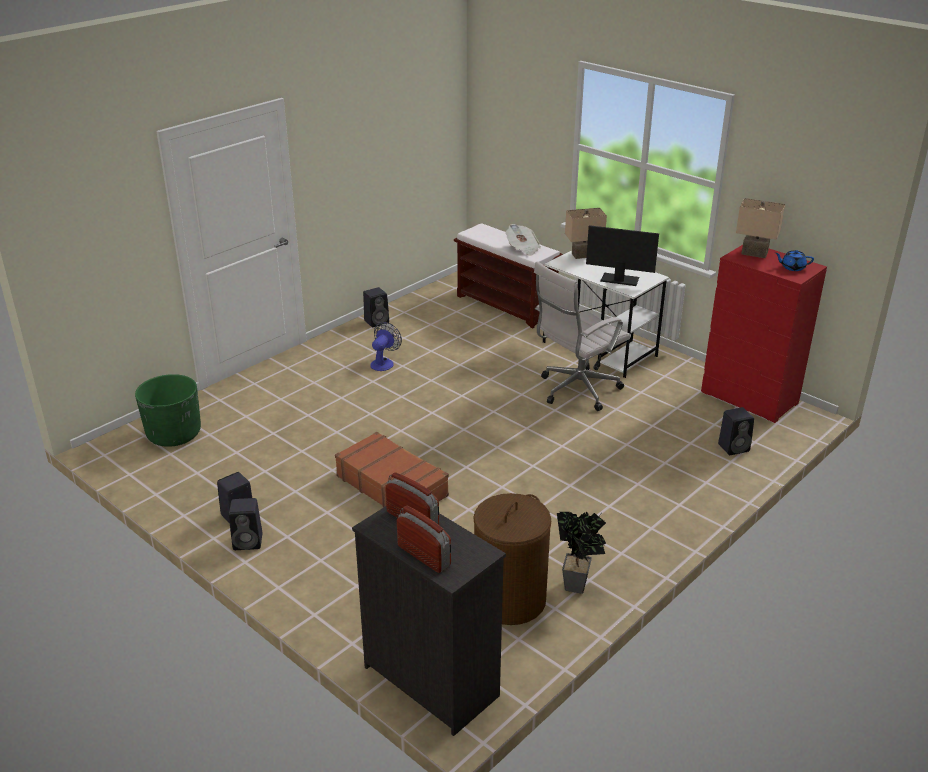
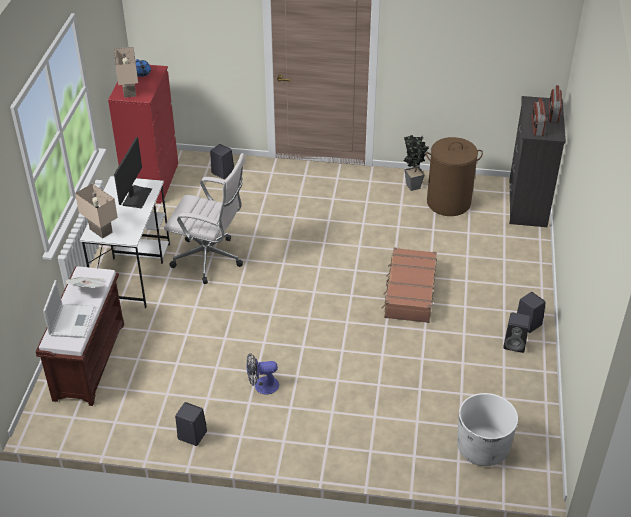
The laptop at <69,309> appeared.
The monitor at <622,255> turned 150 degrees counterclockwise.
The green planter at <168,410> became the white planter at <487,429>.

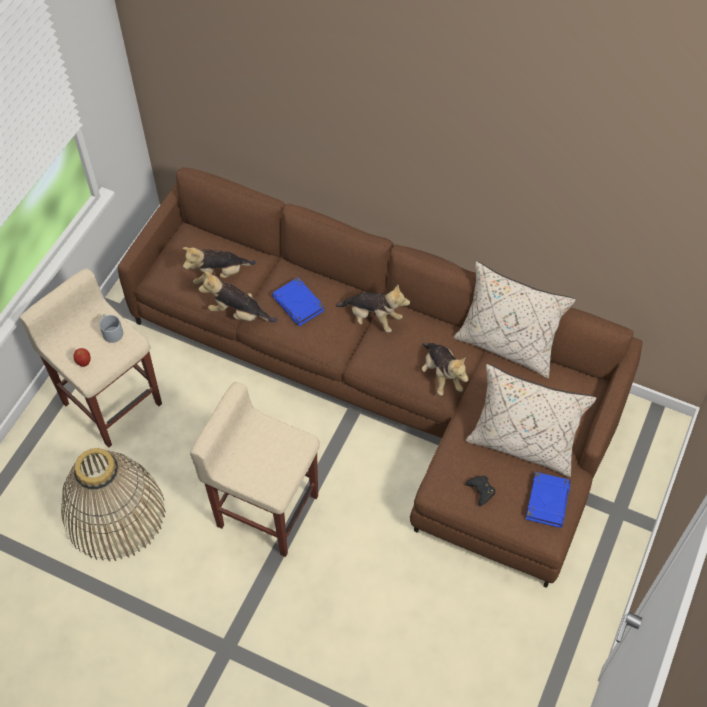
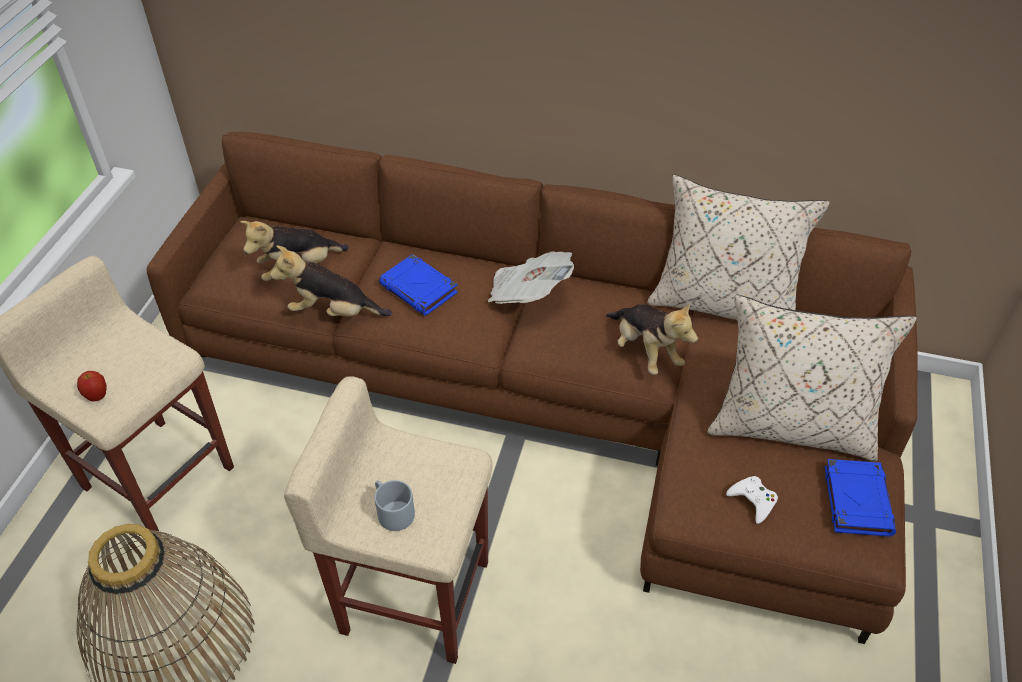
The grey mug moved from <111,328> to <394,505>.
The plush toy at <372,309> was replaced by the newspaper at <531,277>.
The black game controller at <480,491> became the white game controller at <752,500>.

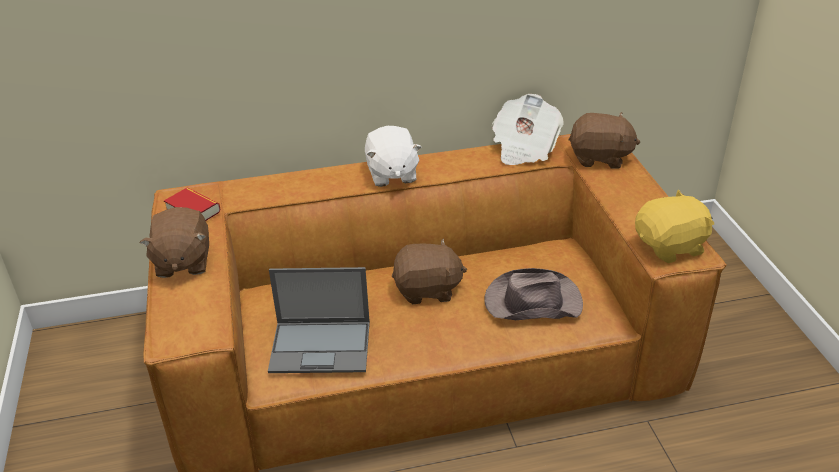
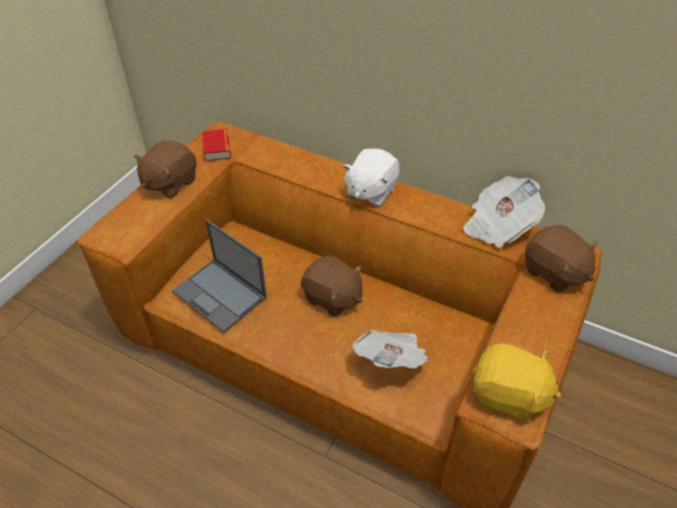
The brown hat at <533,294> was replaced by the newspaper at <390,349>.

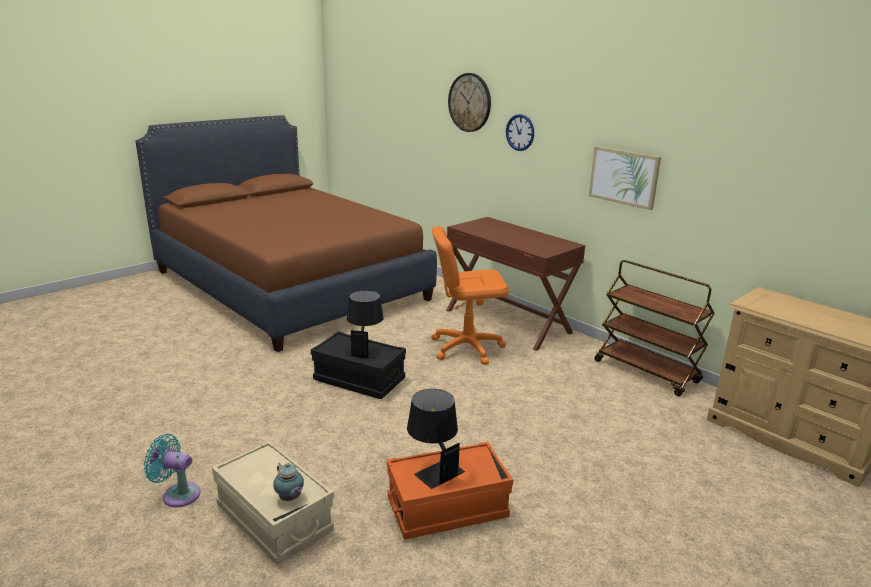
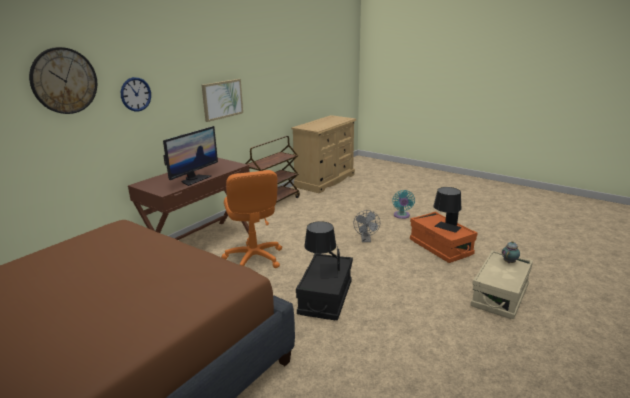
The monitor at <190,156> appeared.
The grey fan at <367,226> appeared.
The turquoise fan moved from <172,470> to <403,204>.

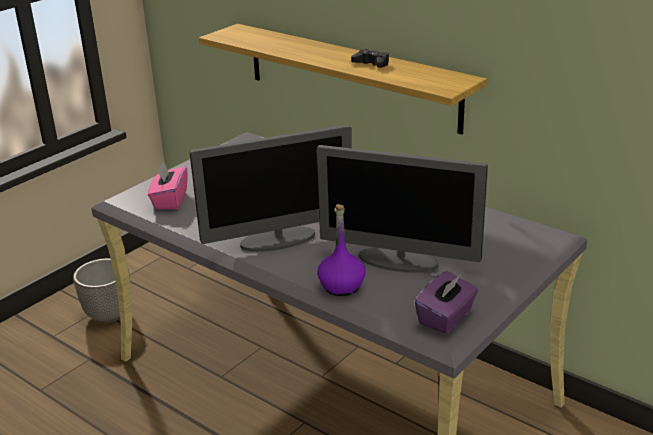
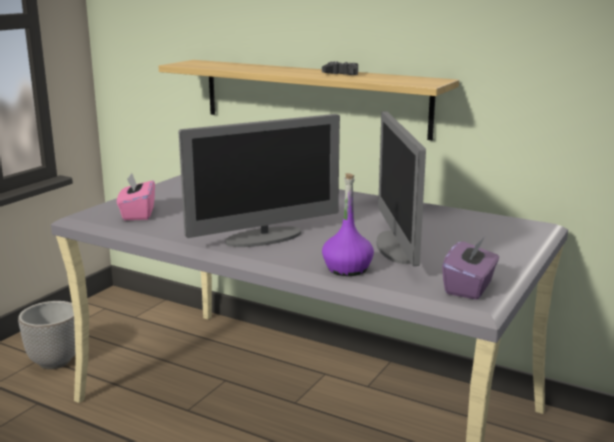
The monitor at <402,209> turned 75 degrees clockwise.

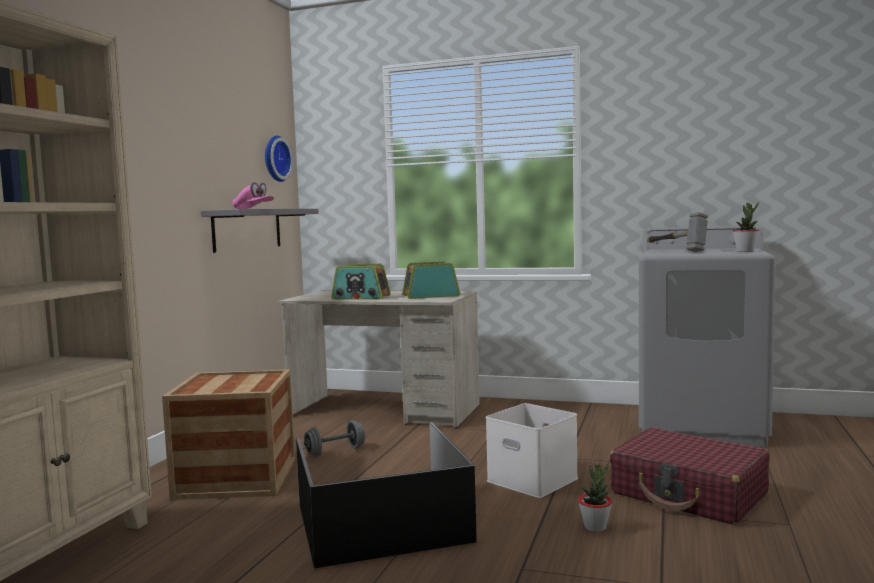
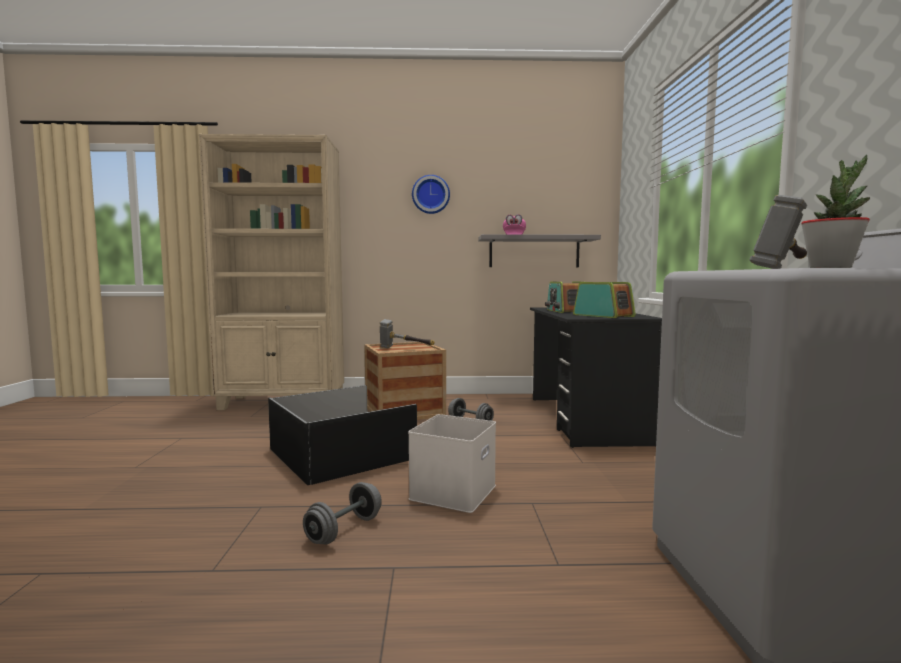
The potted plant at <595,497> was replaced by the grey dumbbell at <342,513>.
The hammer at <407,334> appeared.
The wall clock moved from <279,159> to <431,194>.
The beige desk at <379,359> became the black desk at <596,378>.
The red suitcase at <690,476> disappeared.

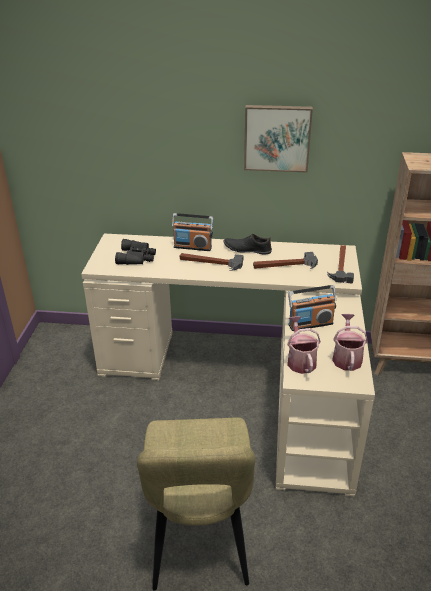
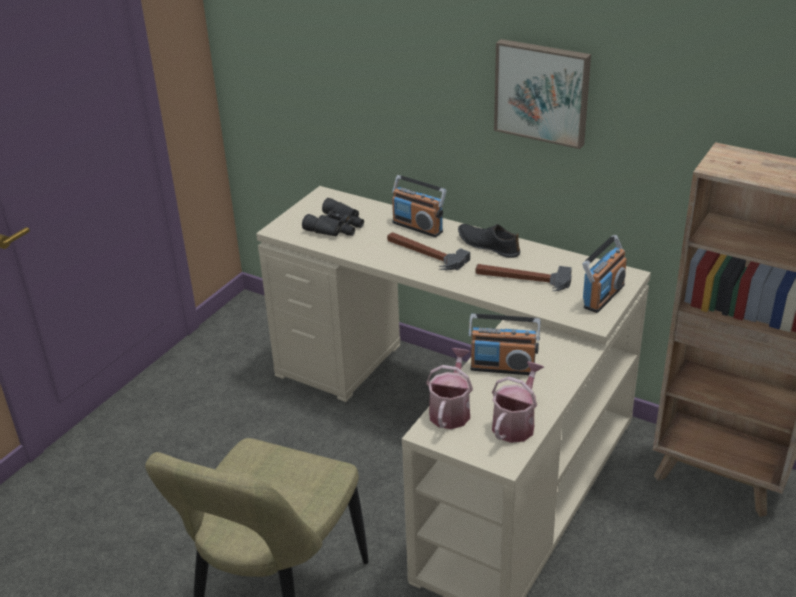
The hammer at <340,264> was replaced by the radio at <604,274>.

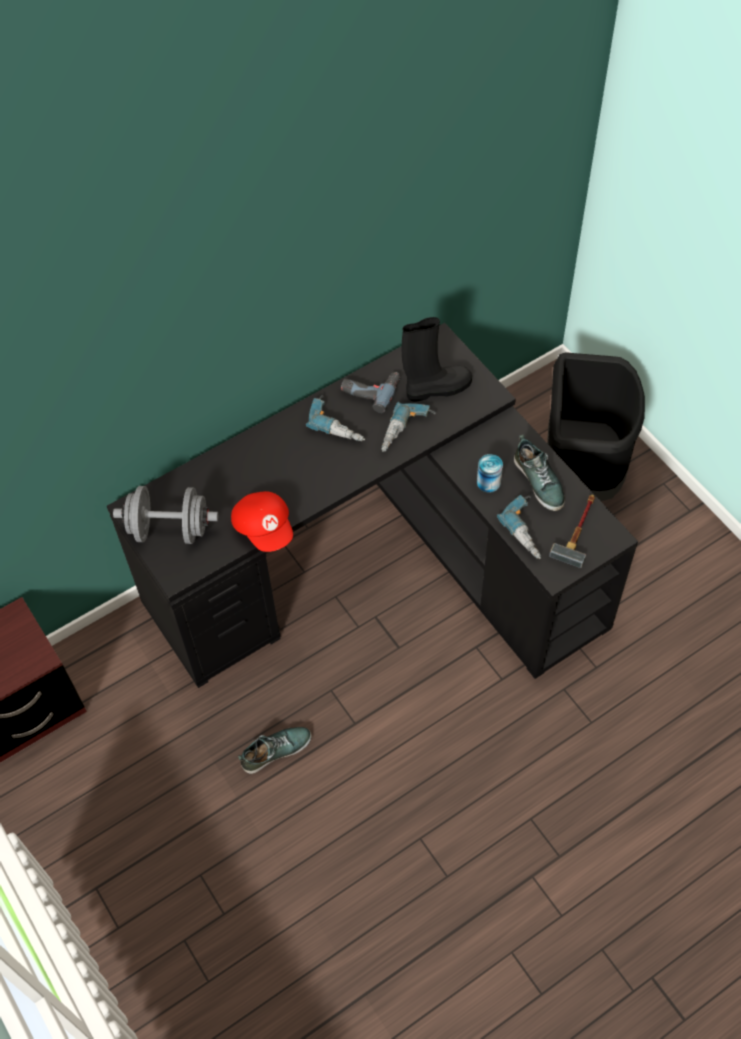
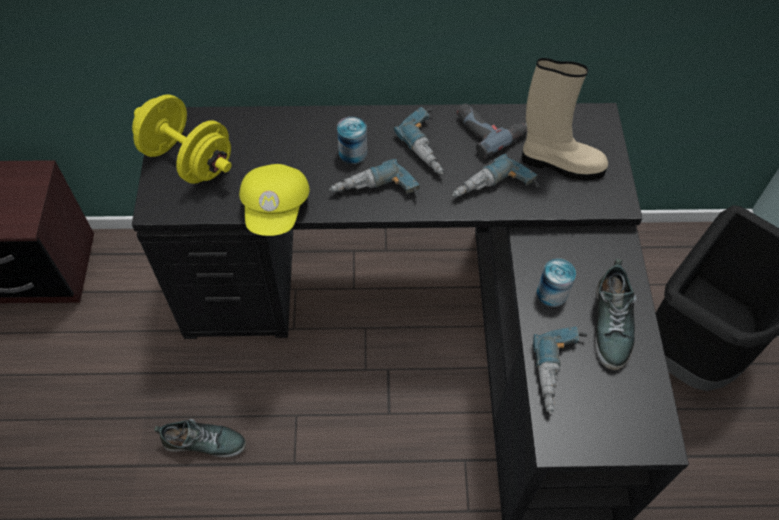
The grey dumbbell at <165,515> became the yellow dumbbell at <182,139>.
The red cap at <262,521> became the yellow cap at <274,200>.
The power drill at <374,178> appeared.
The can at <352,140> appeared.
The black boot at <436,359> became the beige boot at <565,119>.
The hammer at <572,531> disappeared.

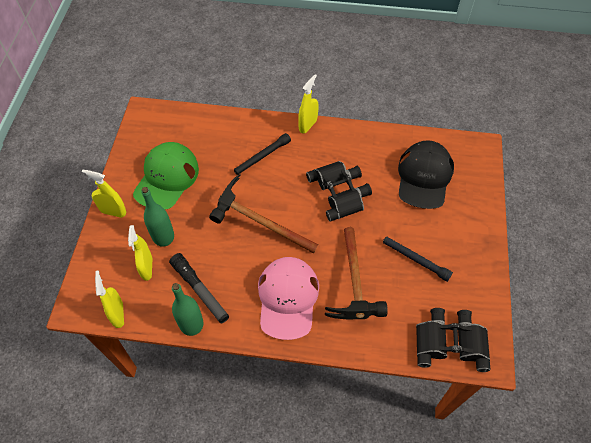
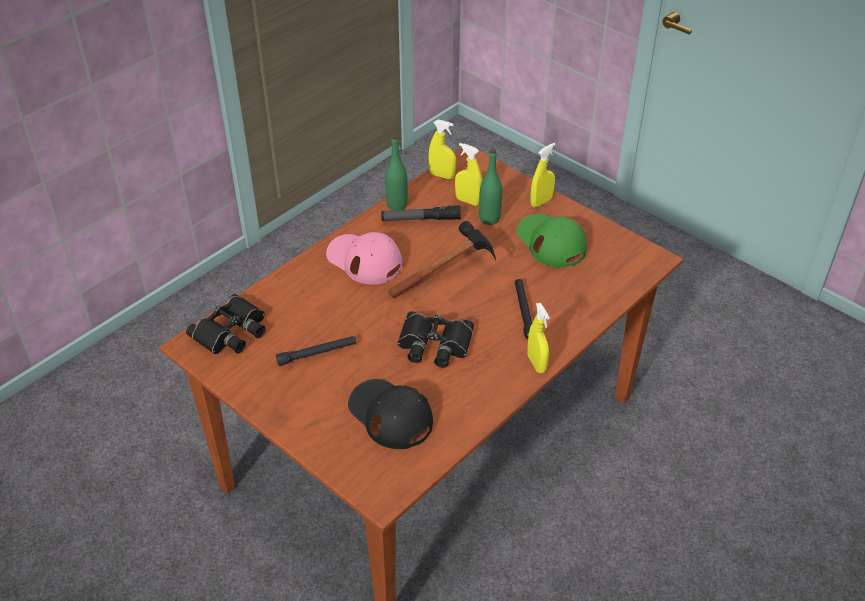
The hammer at <356,273> disappeared.

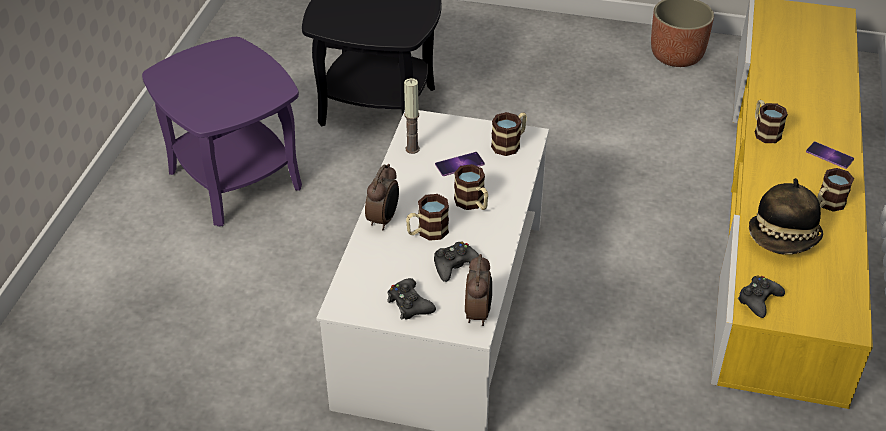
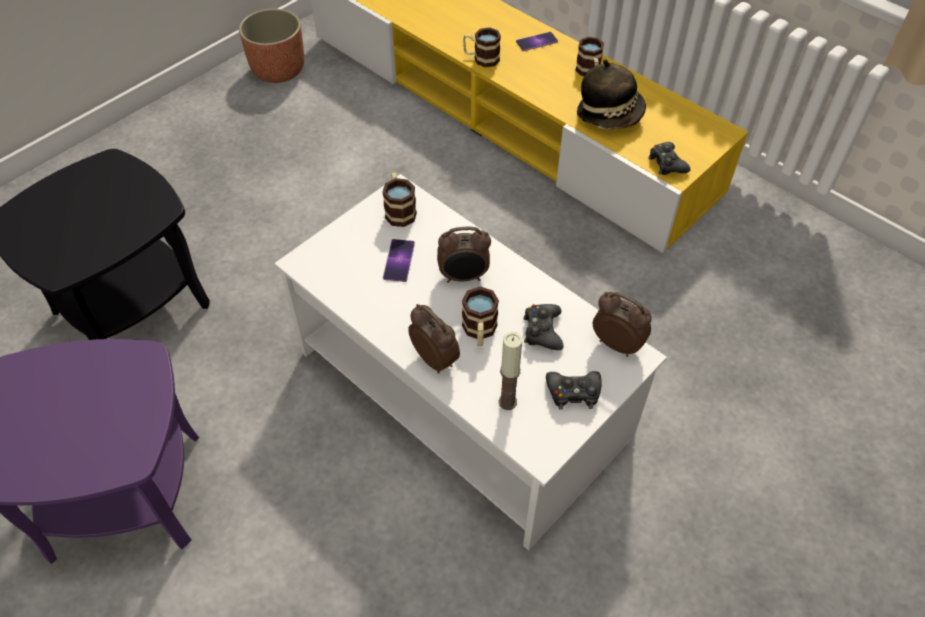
The mug at <471,187> was replaced by the alarm clock at <464,255>.
The candle moved from <412,116> to <510,371>.

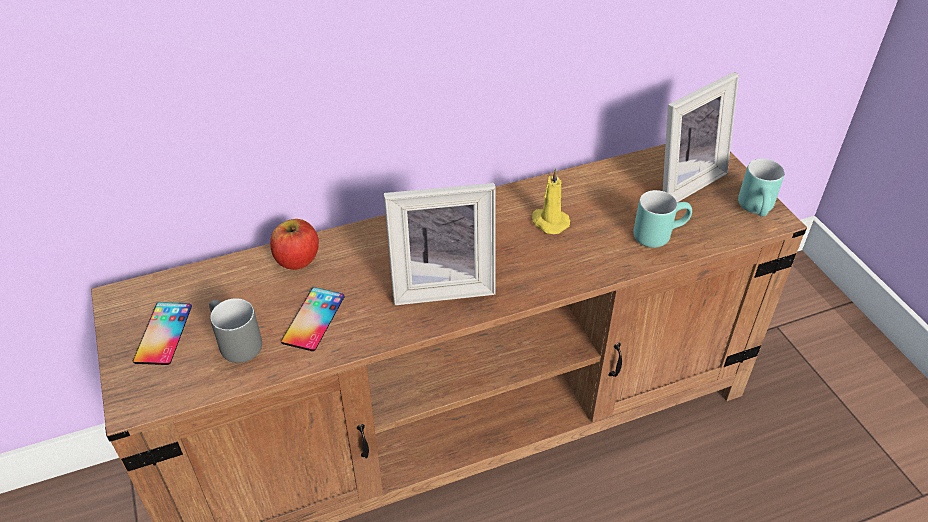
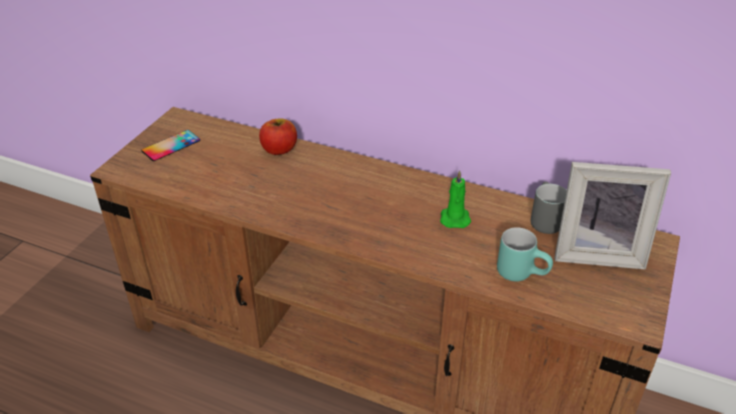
The yellow candle at <551,201> became the green candle at <455,199>.
The grey mug moved from <235,330> to <549,208>.
The phone at <312,319> disappeared.
The picture frame at <440,244> disappeared.
The turquoise mug at <761,188> disappeared.

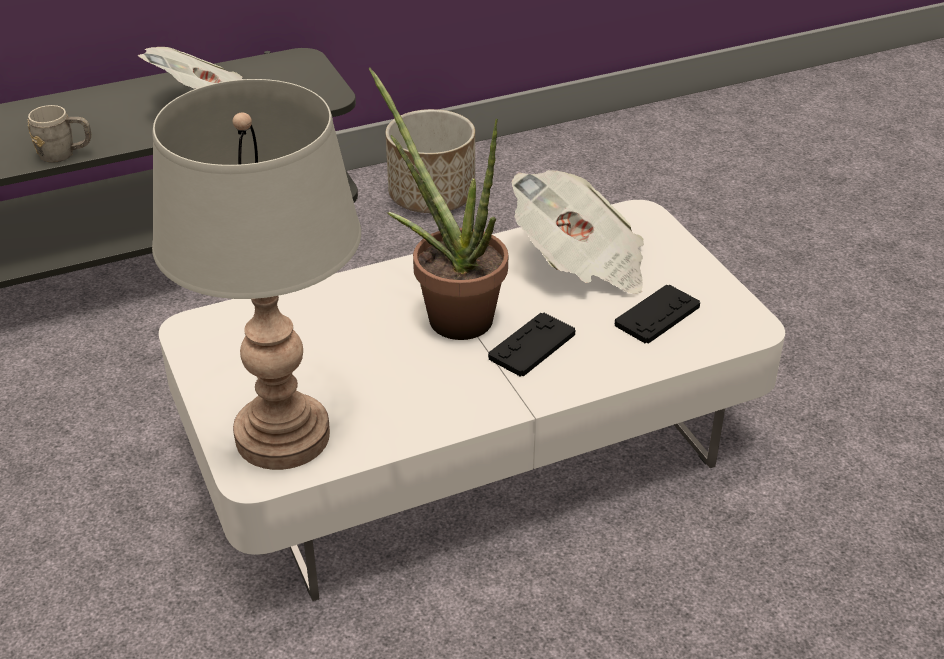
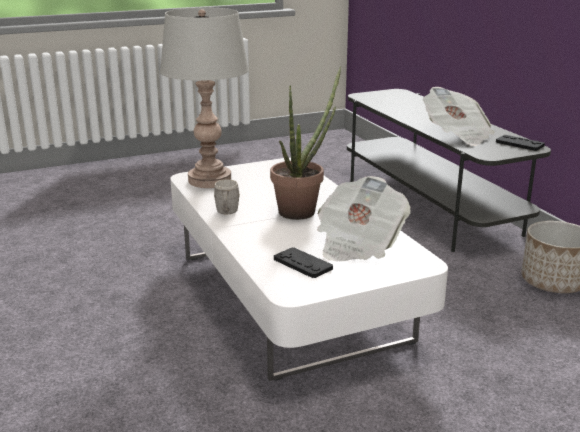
The grey mug moved from <59,134> to <227,197>.
The black game controller moved from <531,345> to <520,143>.

